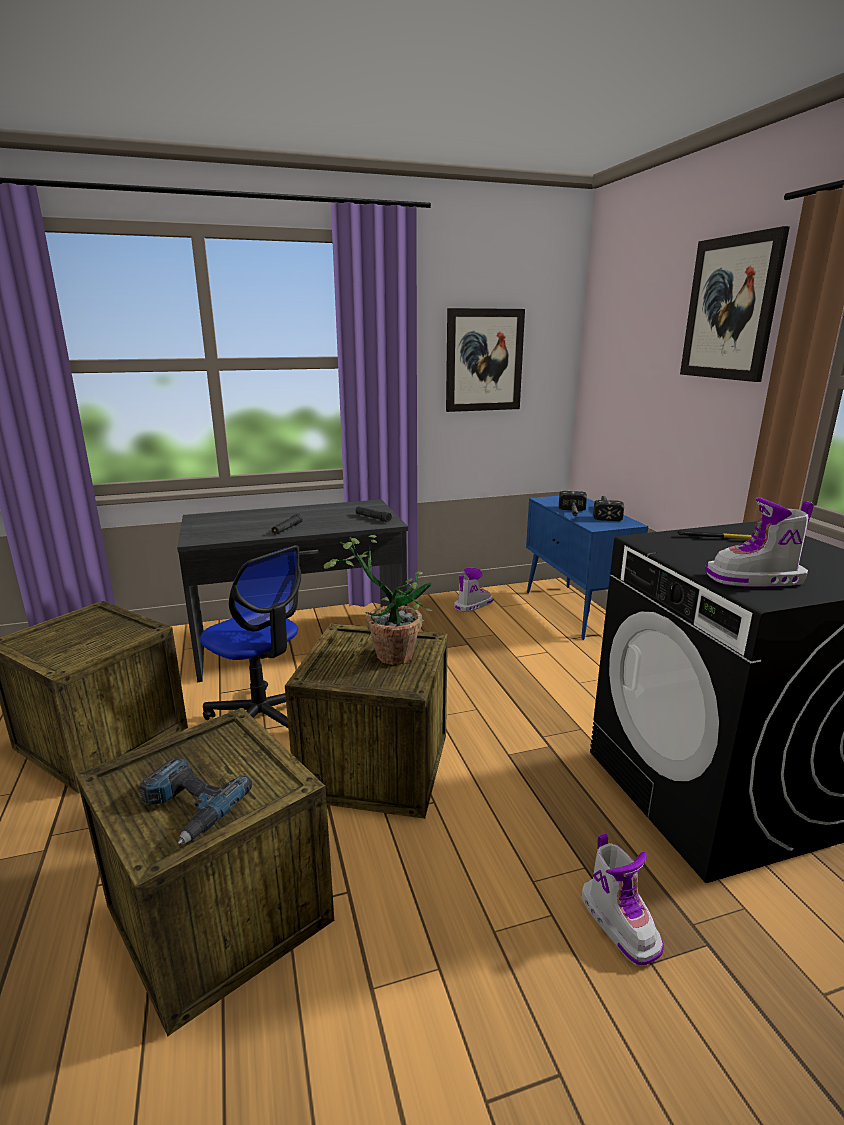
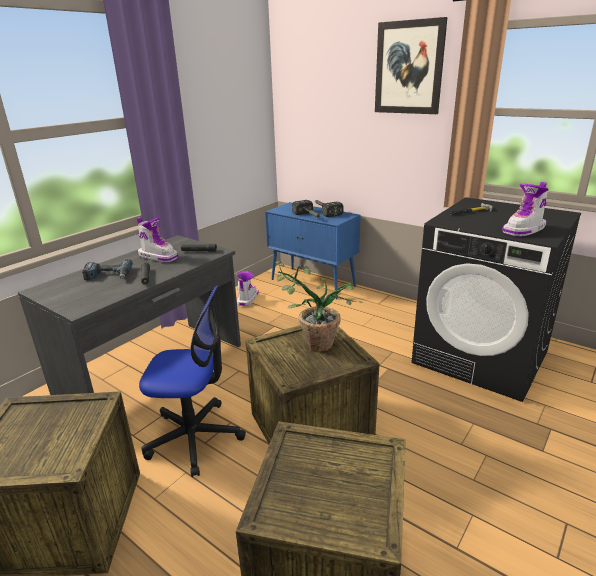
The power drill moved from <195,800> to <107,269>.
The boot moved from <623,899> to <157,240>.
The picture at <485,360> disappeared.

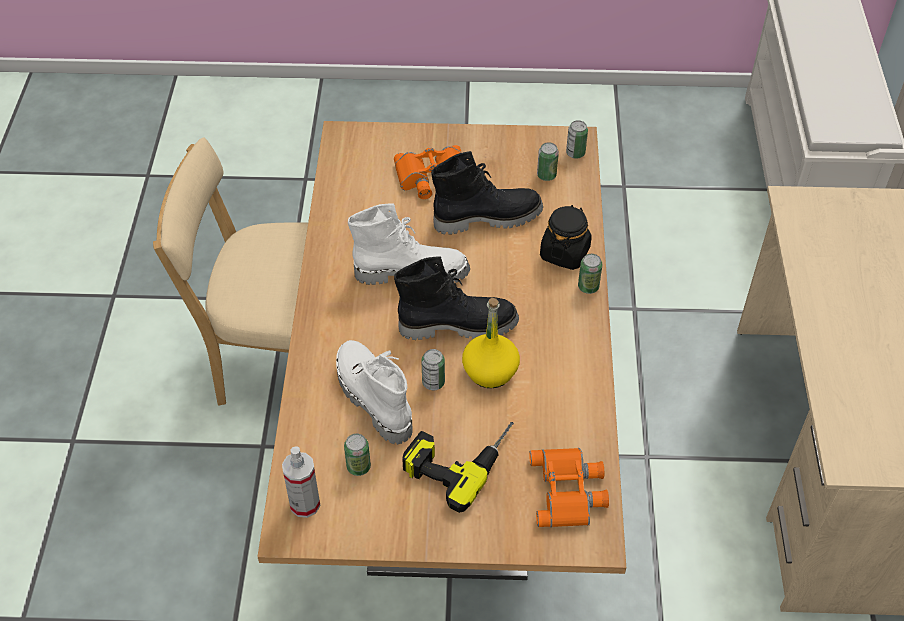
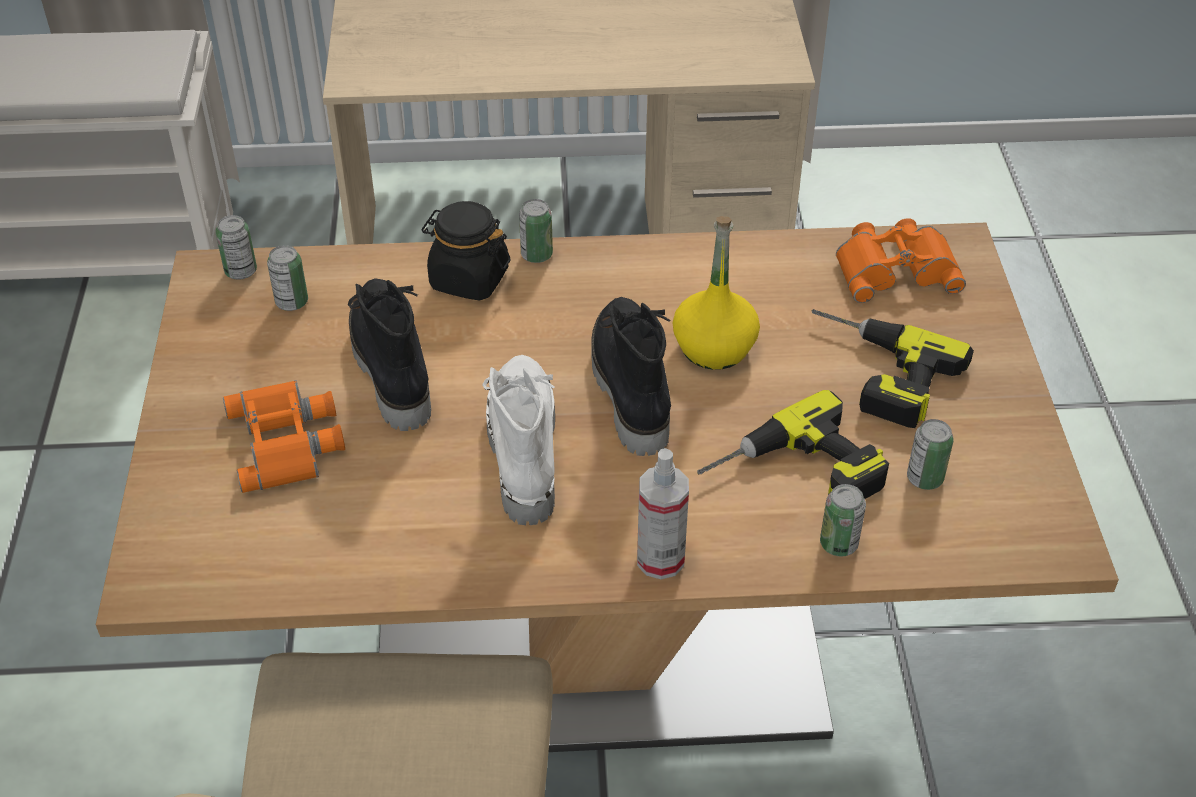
The spray bottle moved from <301,482> to <663,513>.
The white boot at <374,392> was replaced by the power drill at <793,444>.
The can moved from <433,369> to <843,520>.

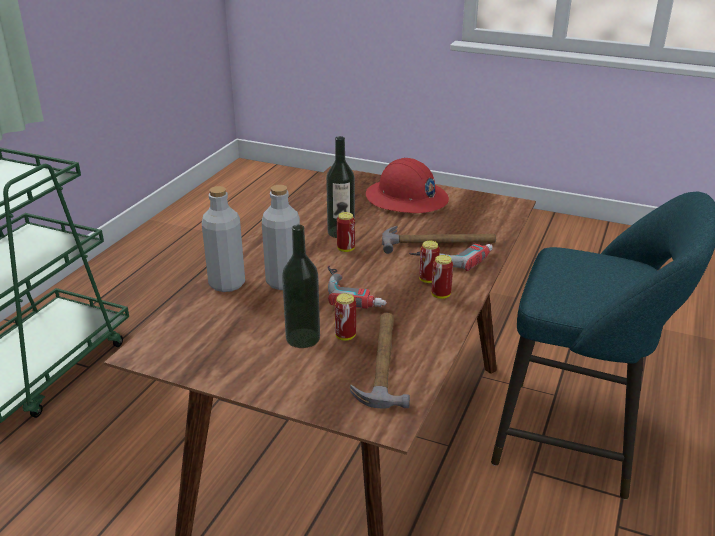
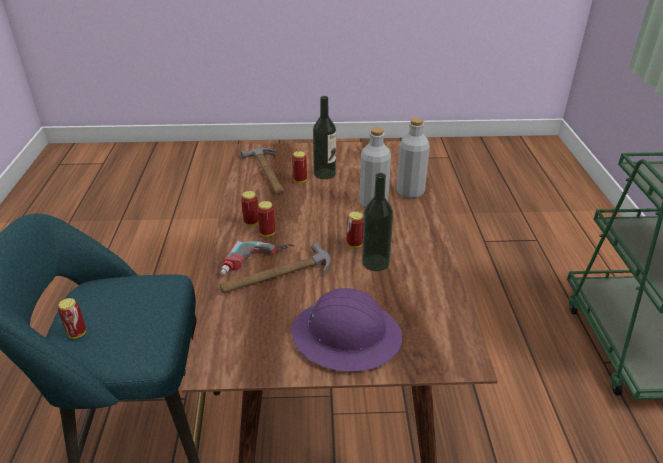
The can at <72,318> appeared.
The red hard hat at <407,185> became the purple hard hat at <347,329>.
The power drill at <357,287> disappeared.

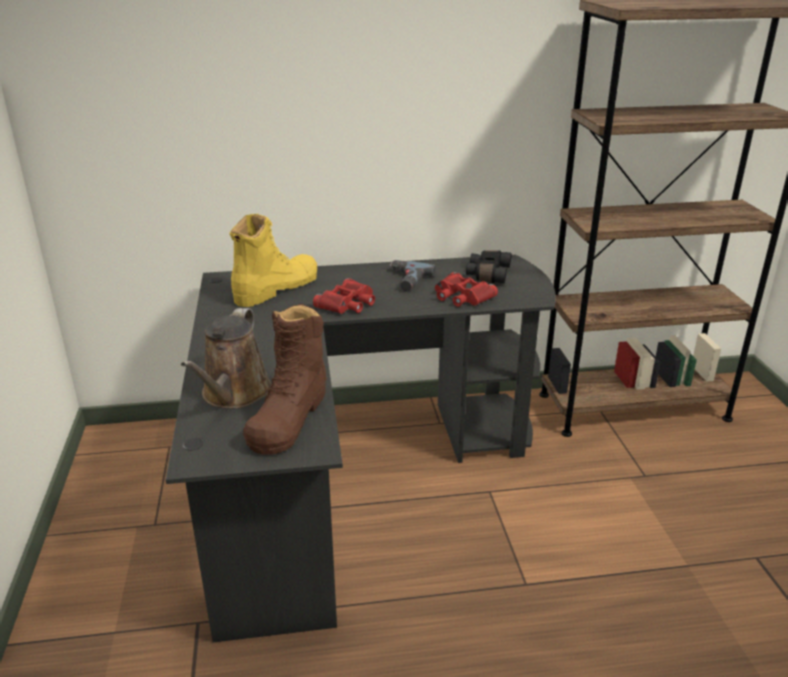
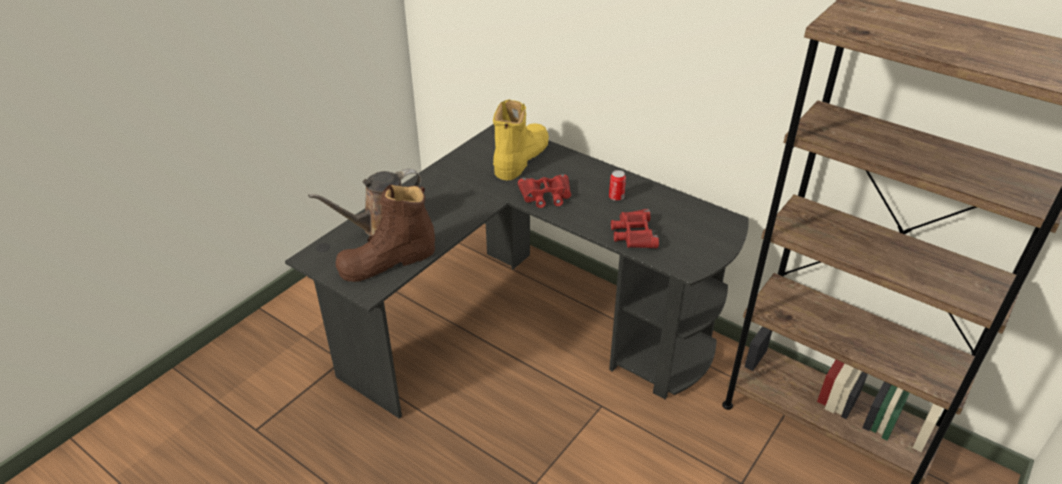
The yellow boot at <273,260> turned 60 degrees counterclockwise.
The power drill at <413,276> was replaced by the can at <617,185>.
The black binoculars at <489,266> disappeared.

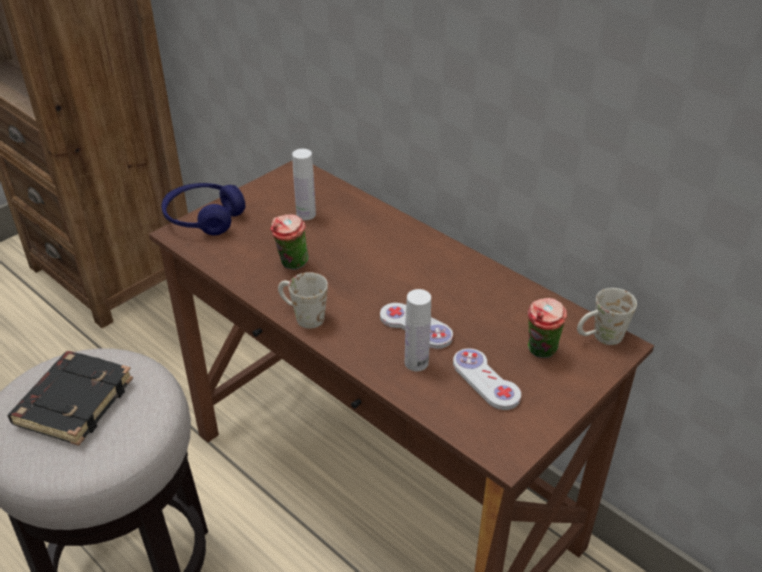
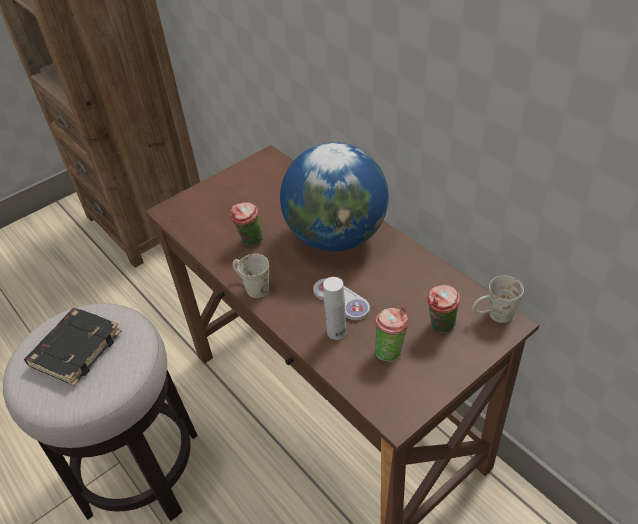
The globe at <334,197> appeared.
The white game controller at <487,379> was replaced by the cup at <392,334>.
The blue headphones at <203,209> disappeared.
The white bottle at <304,184> disappeared.

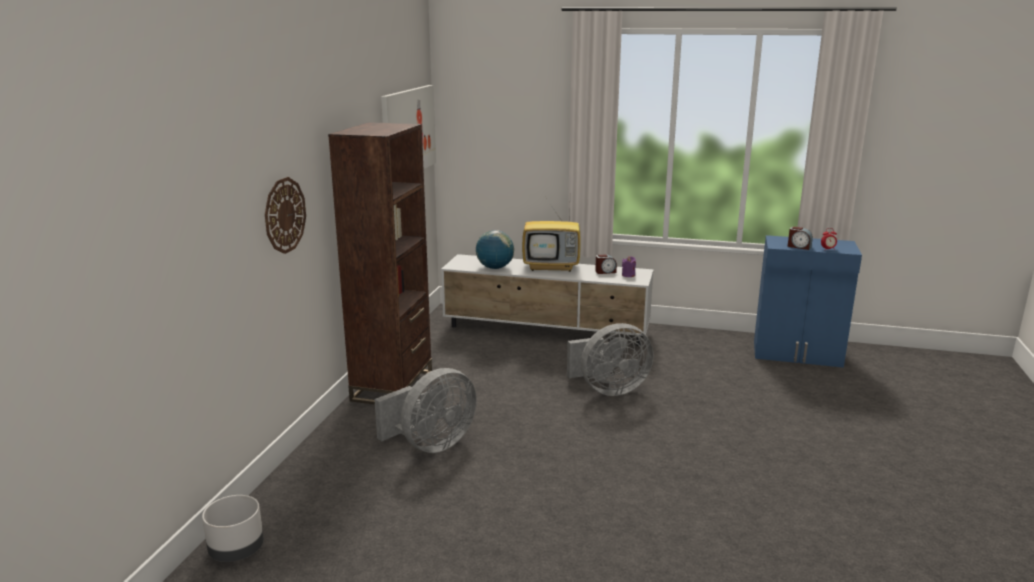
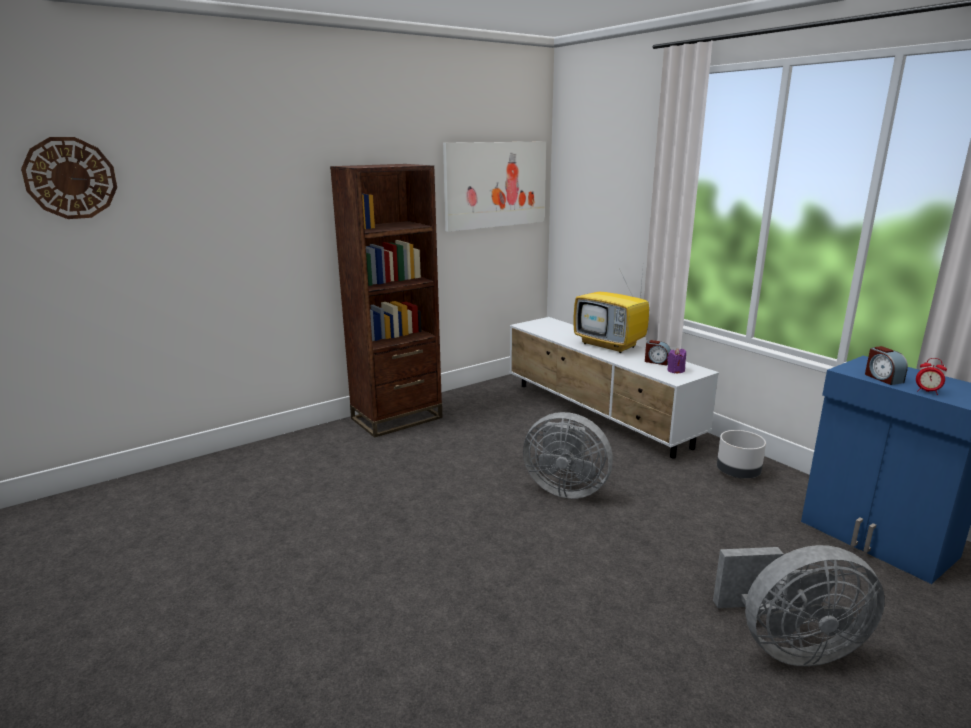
The wall clock moved from <285,215> to <69,178>.
The grey fan moved from <425,410> to <799,605>.
The grey planter moved from <233,528> to <741,454>.
The globe at <495,249> disappeared.

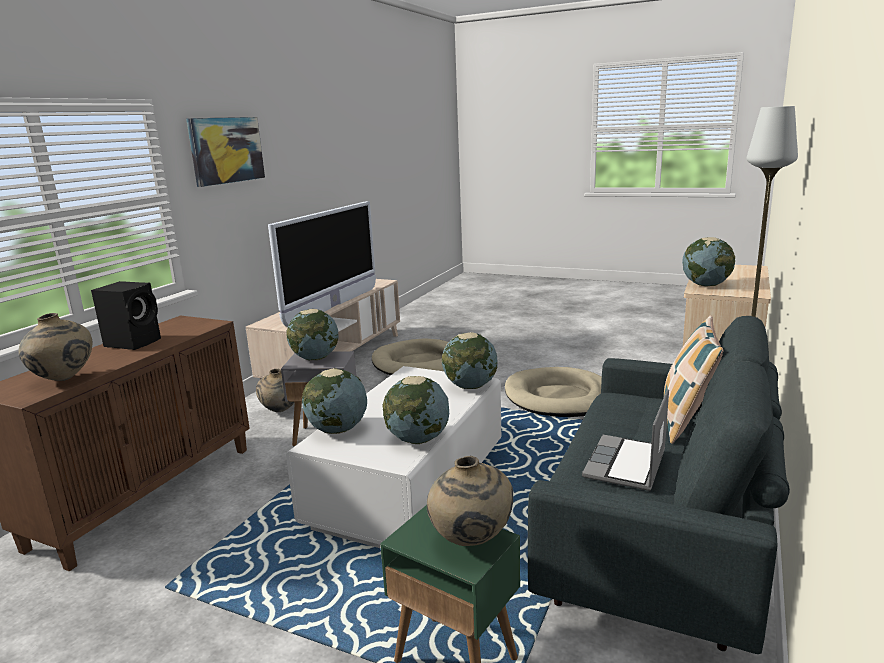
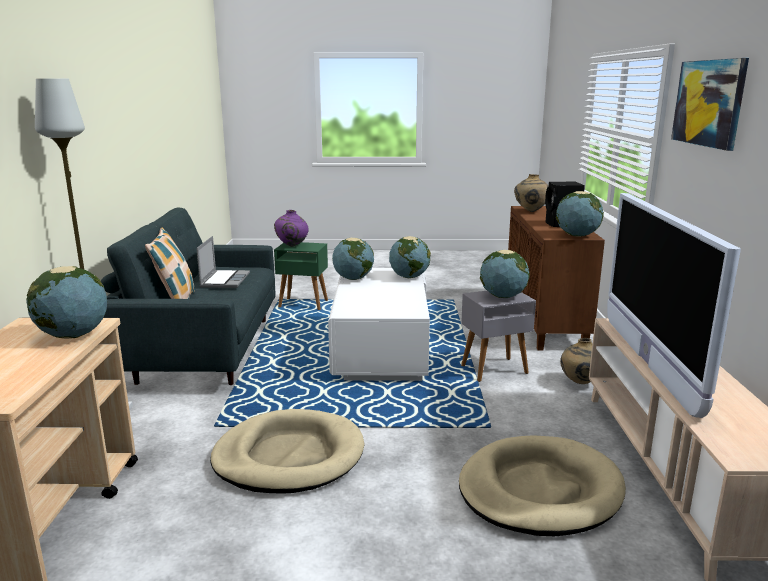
The beige vase at <470,501> became the purple vase at <291,228>.
The globe moved from <470,360> to <580,214>.

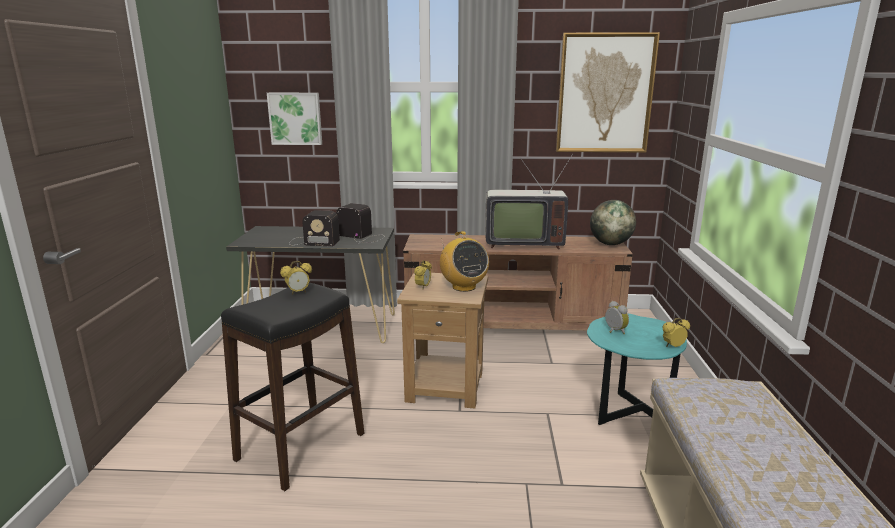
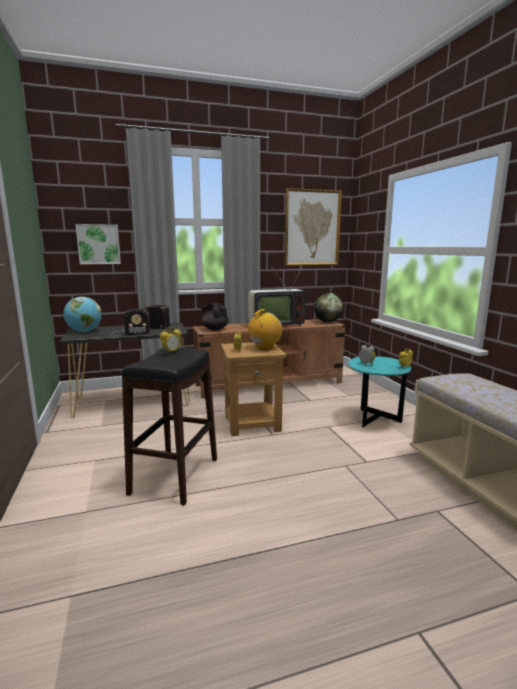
The globe at <83,314> appeared.
The black teapot at <214,316> appeared.
The radio at <464,261> turned 90 degrees counterclockwise.

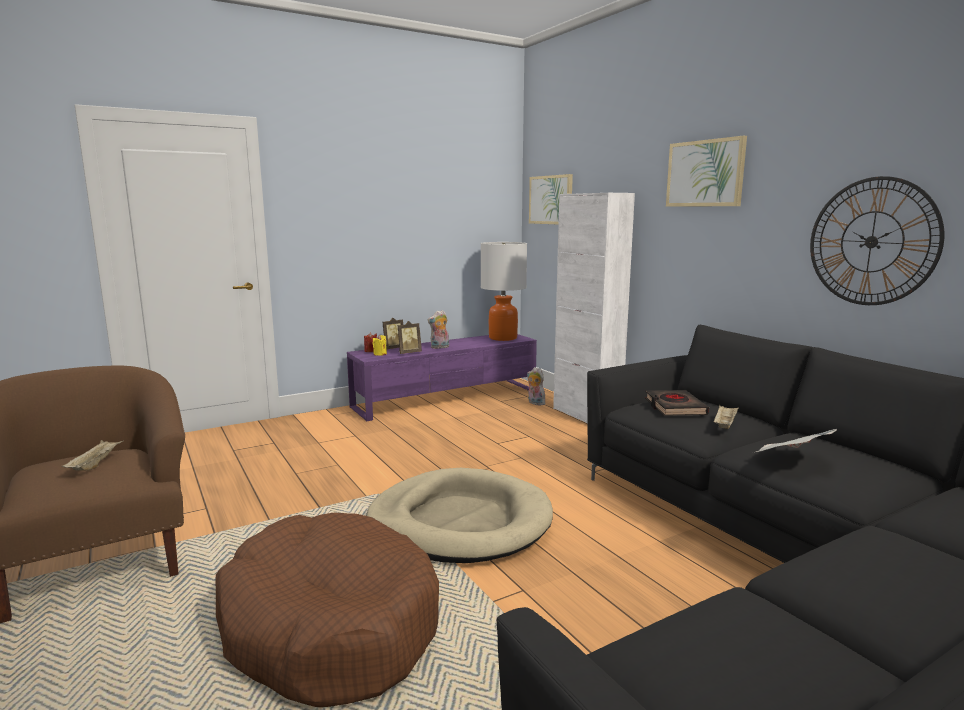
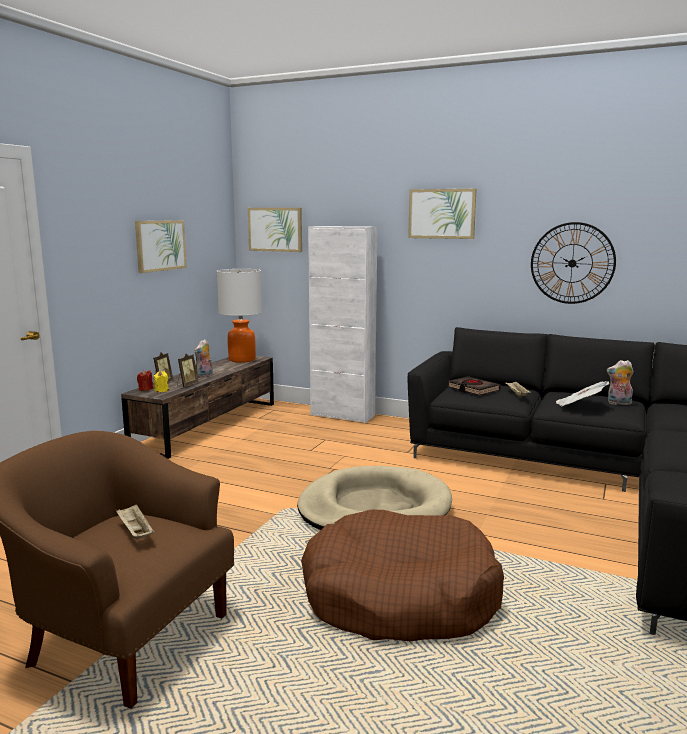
The purple tv stand at <442,377> became the brown tv stand at <197,407>.
The picture at <161,246> appeared.
The plush toy moved from <536,386> to <620,382>.

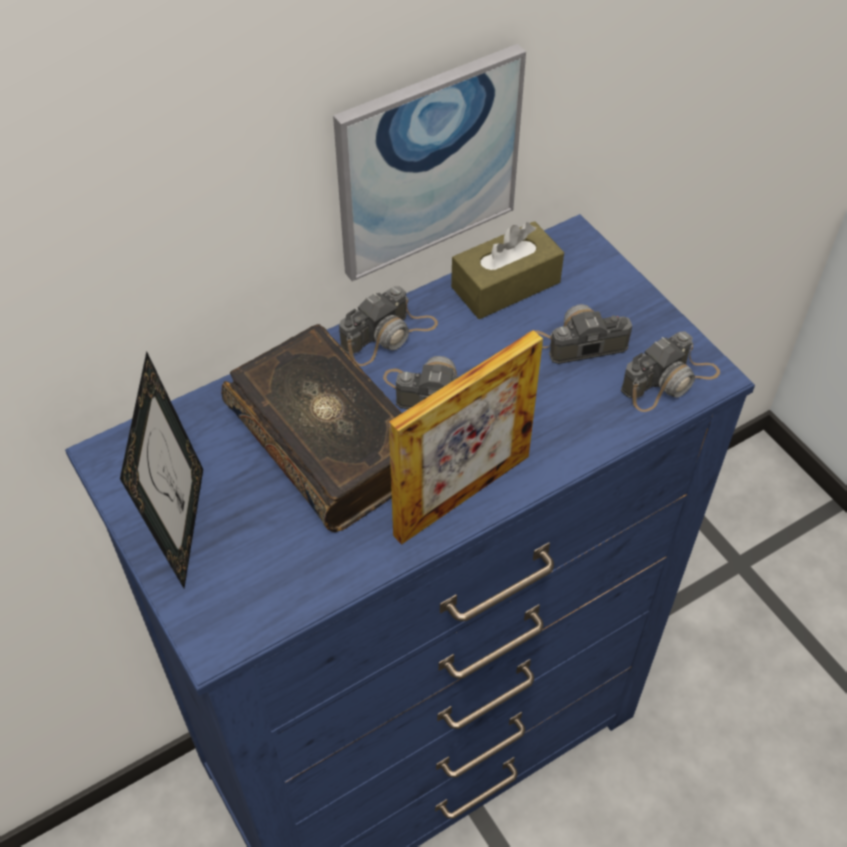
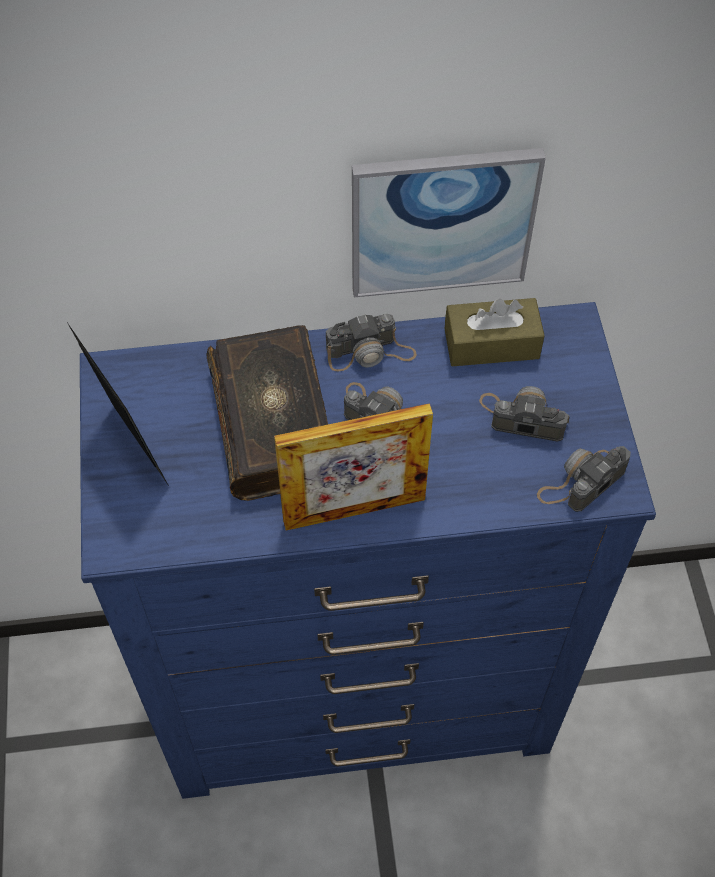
The picture frame at <161,469> turned 60 degrees counterclockwise.
The photo camera at <670,371> turned 150 degrees clockwise.

